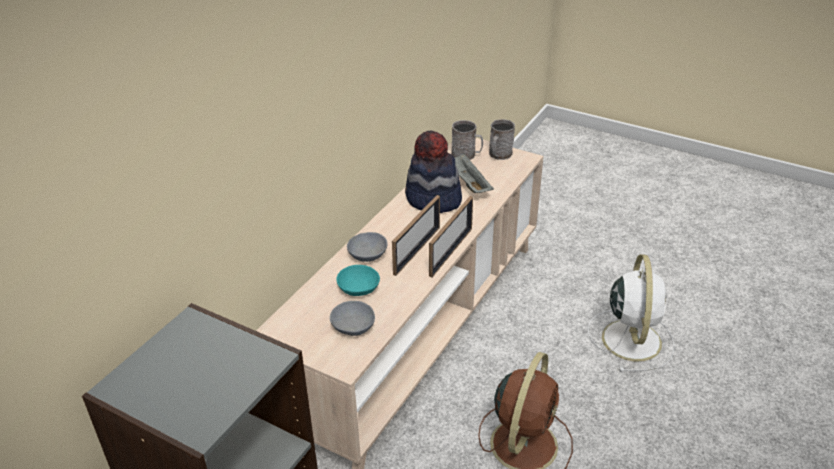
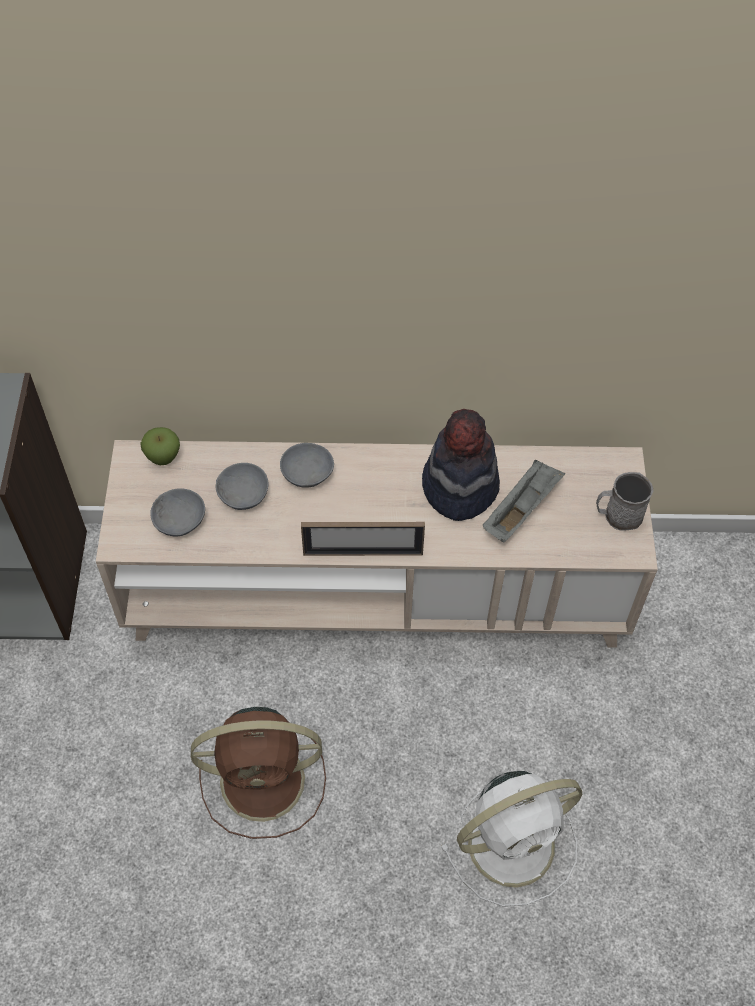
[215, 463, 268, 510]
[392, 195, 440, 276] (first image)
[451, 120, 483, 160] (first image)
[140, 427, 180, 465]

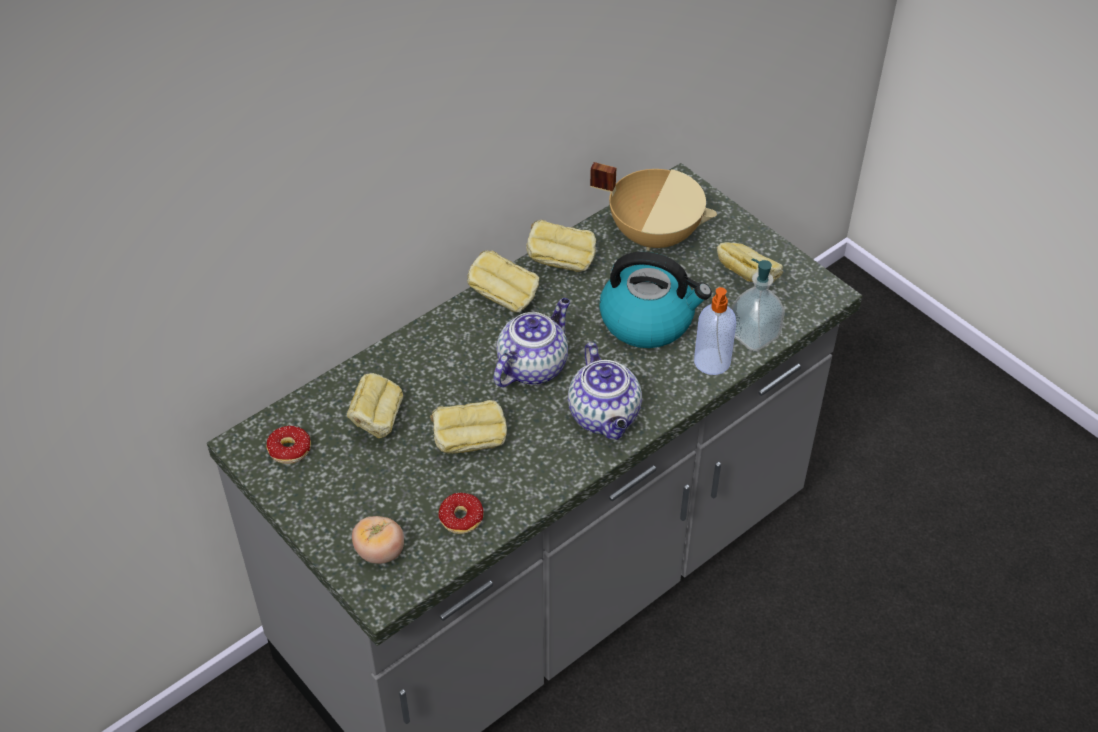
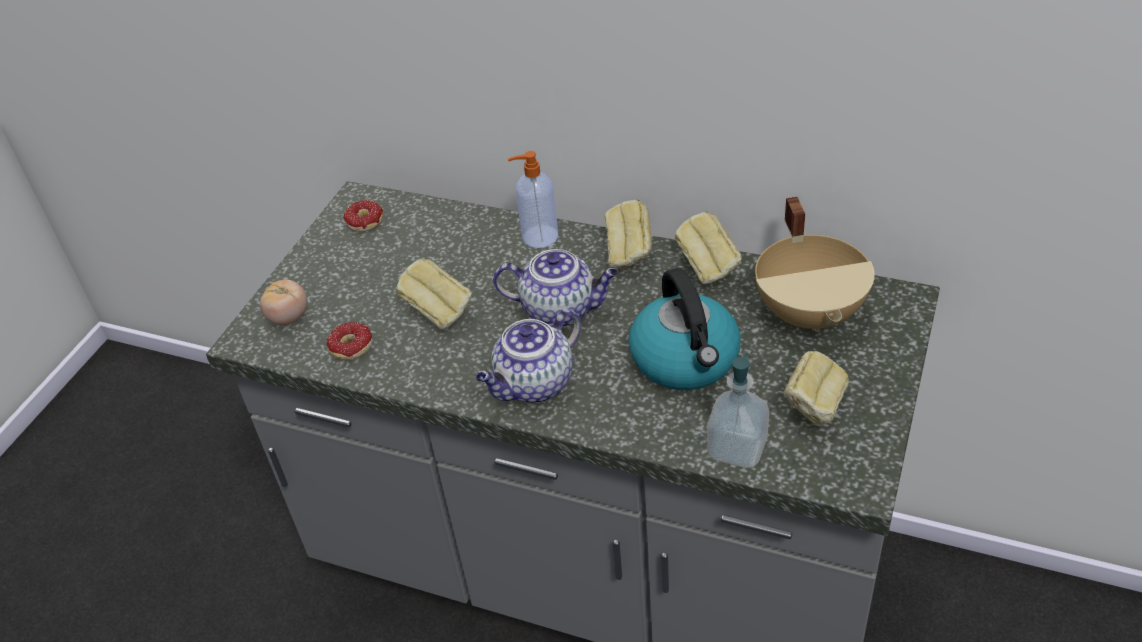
[347, 373, 403, 438] (first image)
[508, 151, 558, 248]

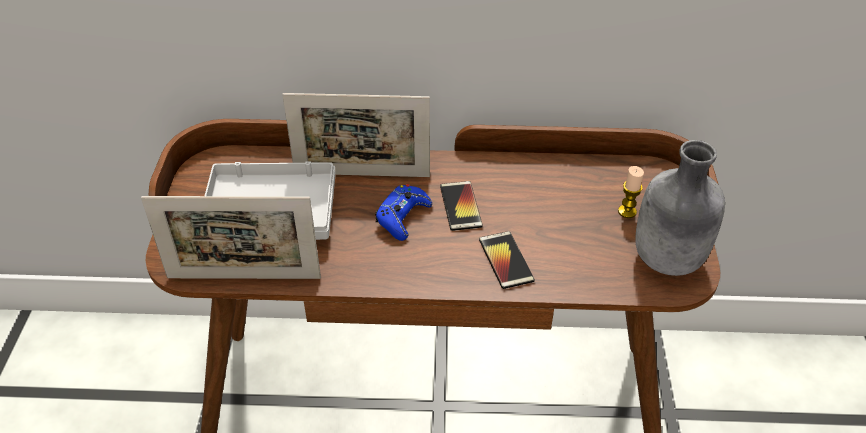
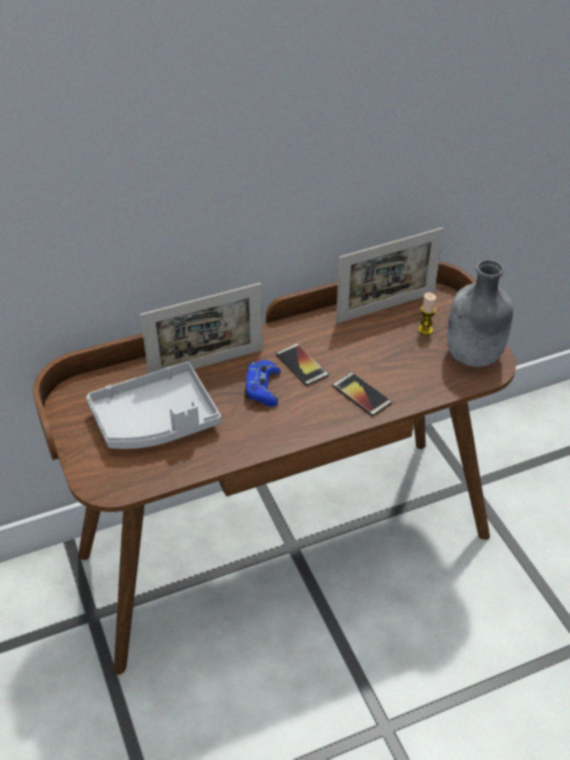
[336, 227, 444, 323]

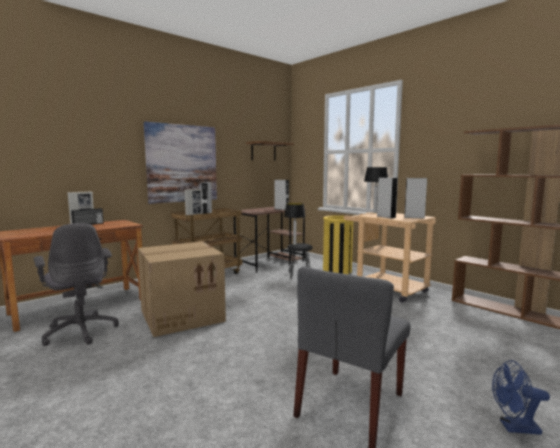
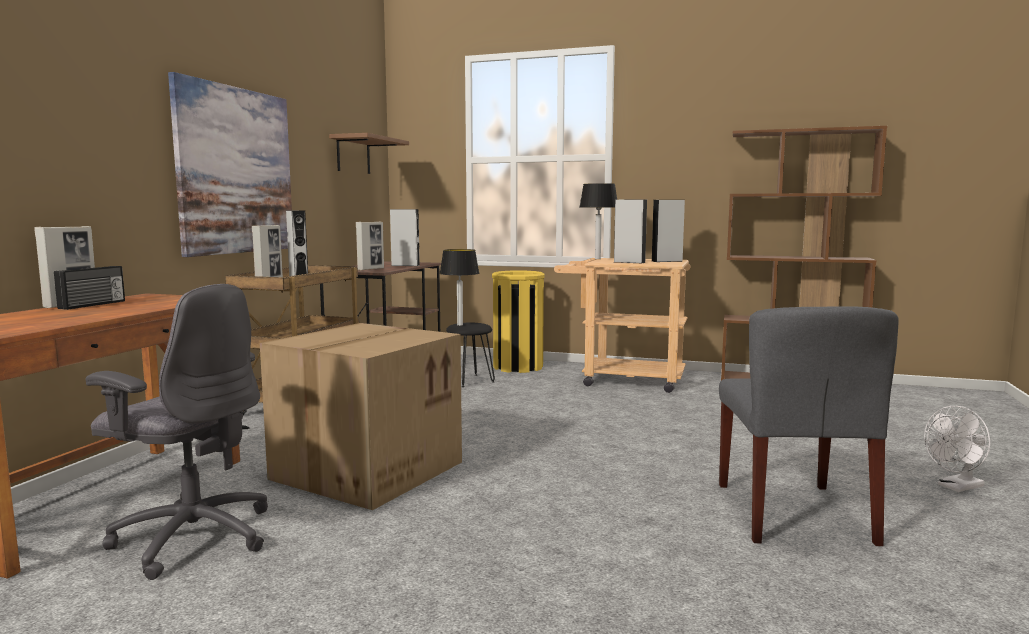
[924, 406, 991, 492]
[356, 222, 384, 270]

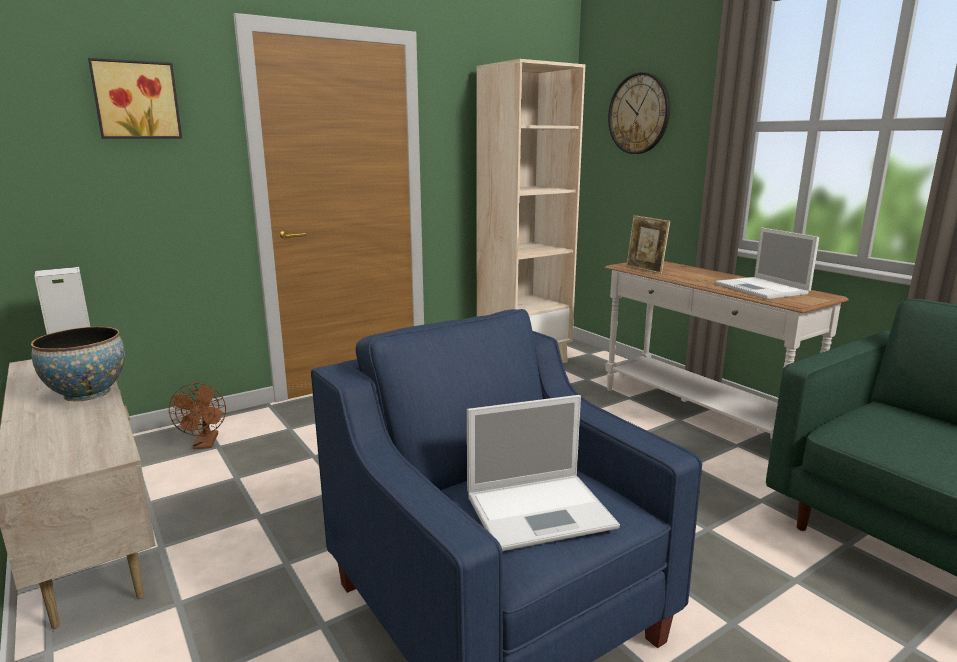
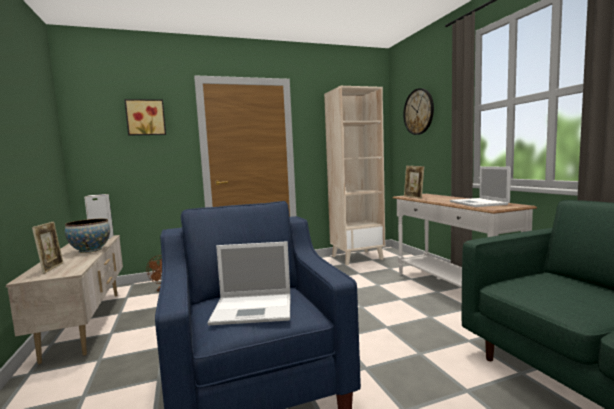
[32, 221, 63, 274]

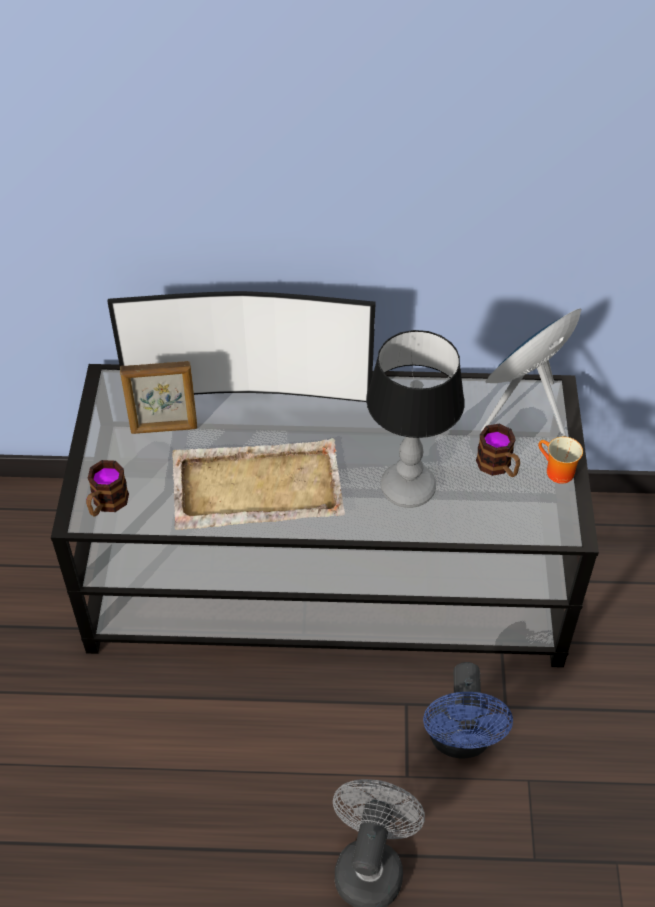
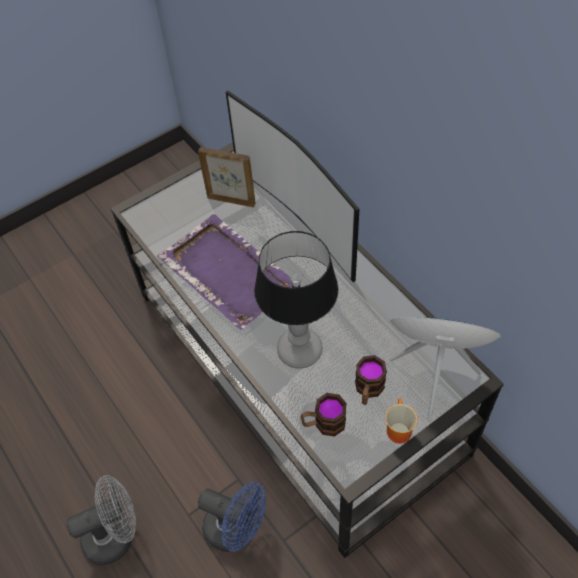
[301, 393, 347, 436]
[198, 147, 256, 207]
[157, 214, 292, 330]
[198, 482, 265, 552]

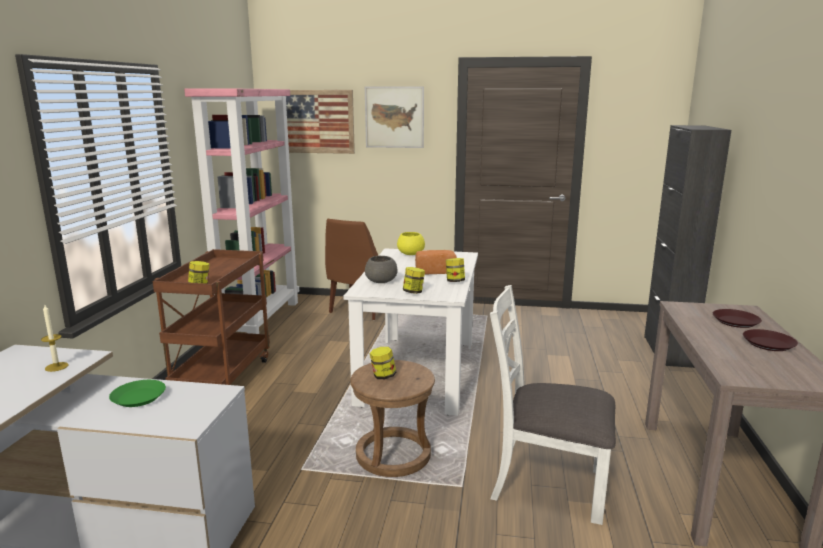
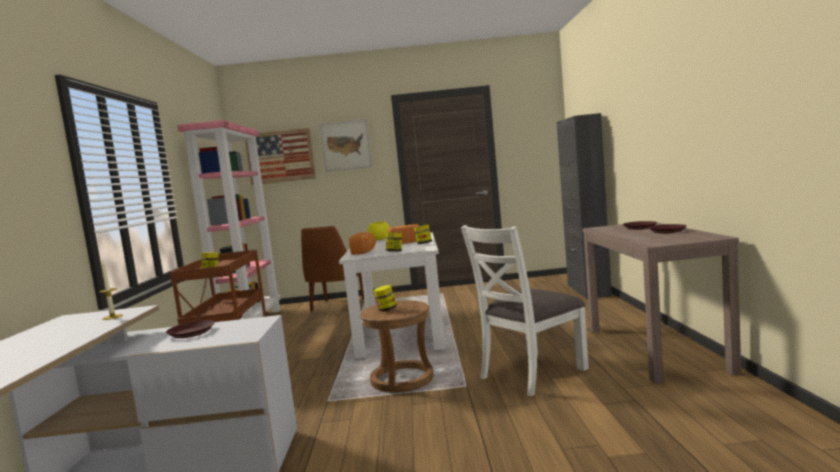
[166, 320, 215, 338]
[349, 232, 376, 255]
[461, 225, 589, 396]

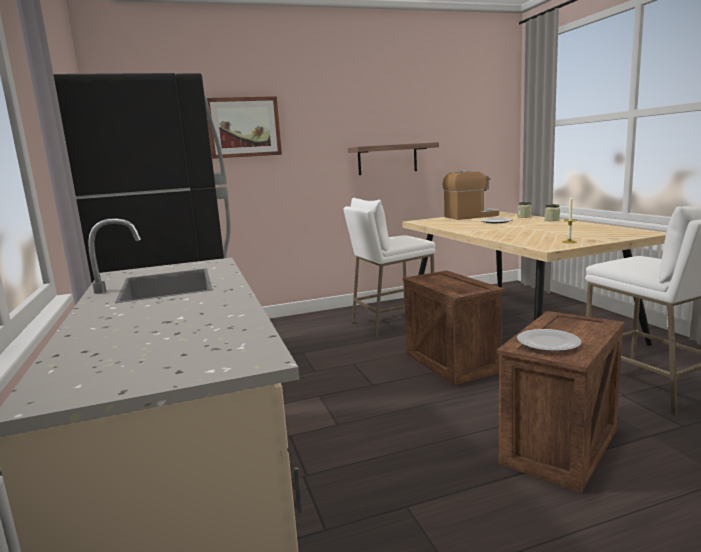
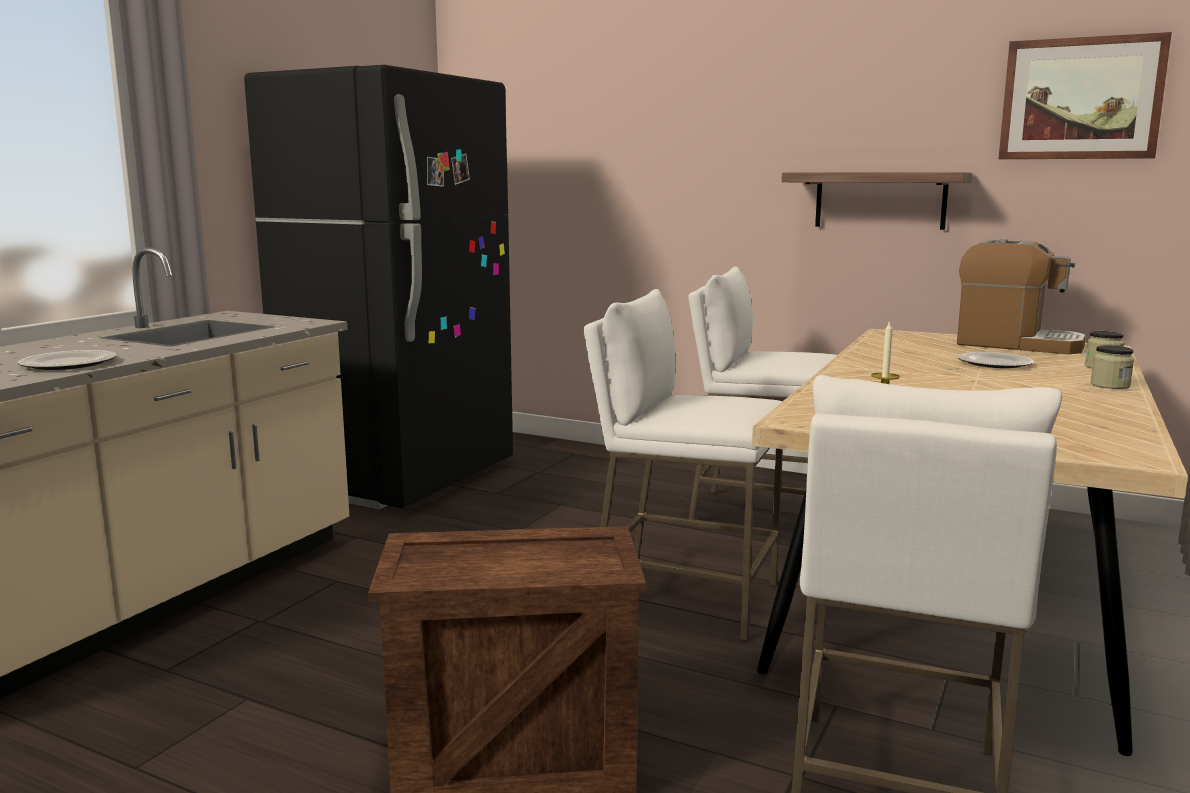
[999, 32, 1172, 159]
[584, 289, 783, 641]
[18, 350, 117, 370]

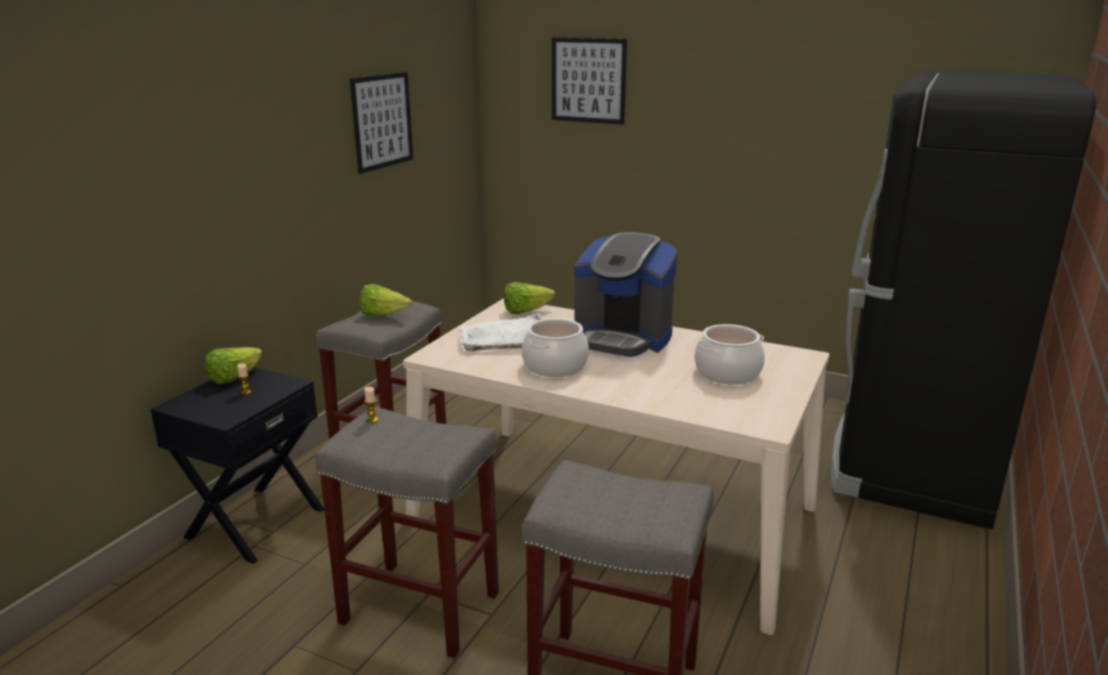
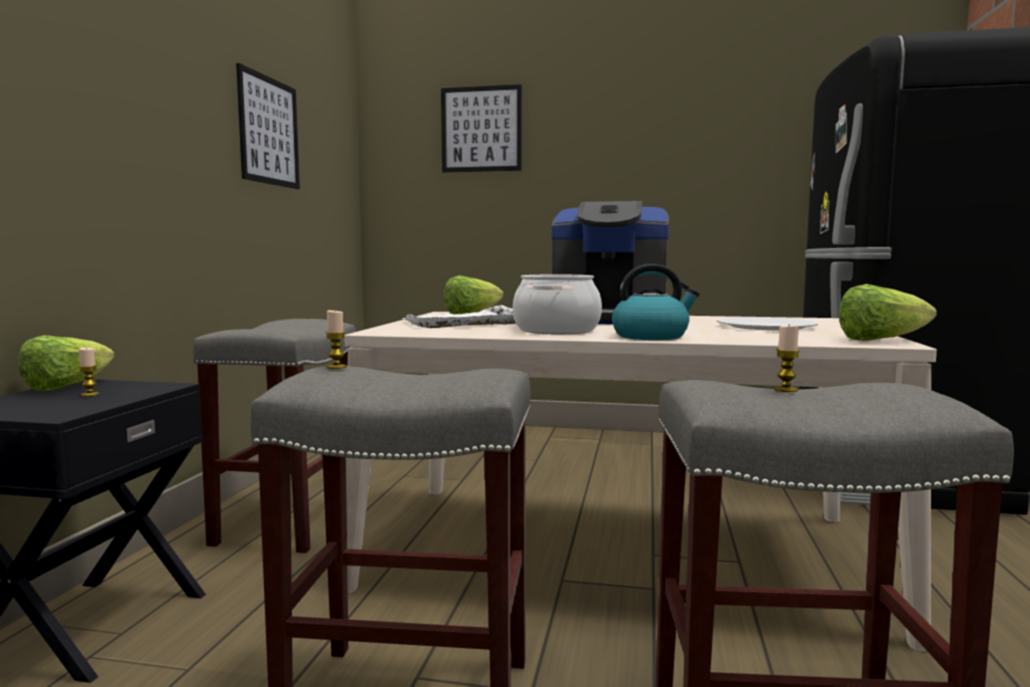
[839, 284, 937, 341]
[717, 317, 818, 331]
[612, 264, 700, 340]
[774, 325, 800, 392]

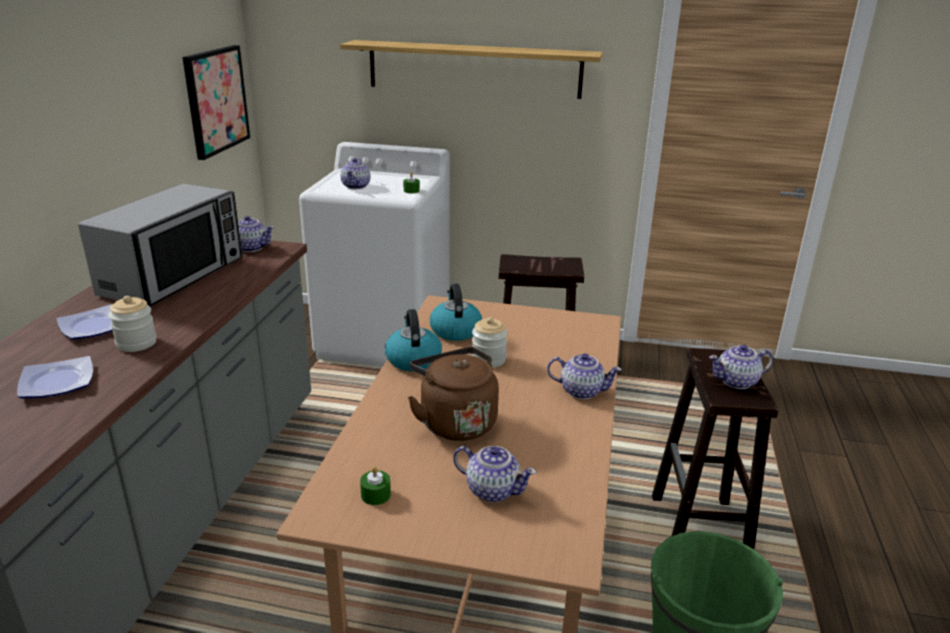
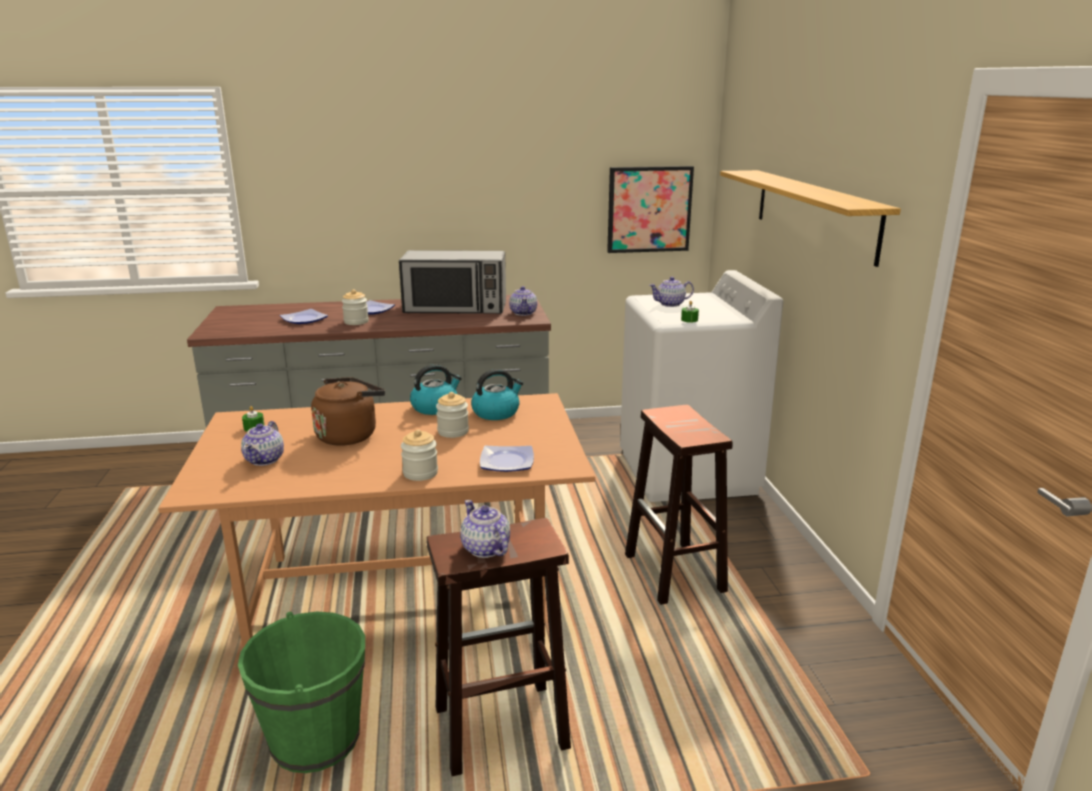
[401, 429, 438, 481]
[480, 446, 534, 472]

